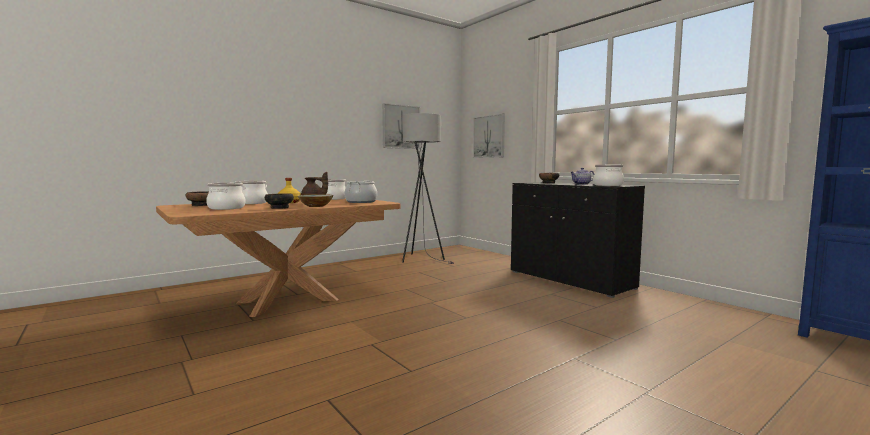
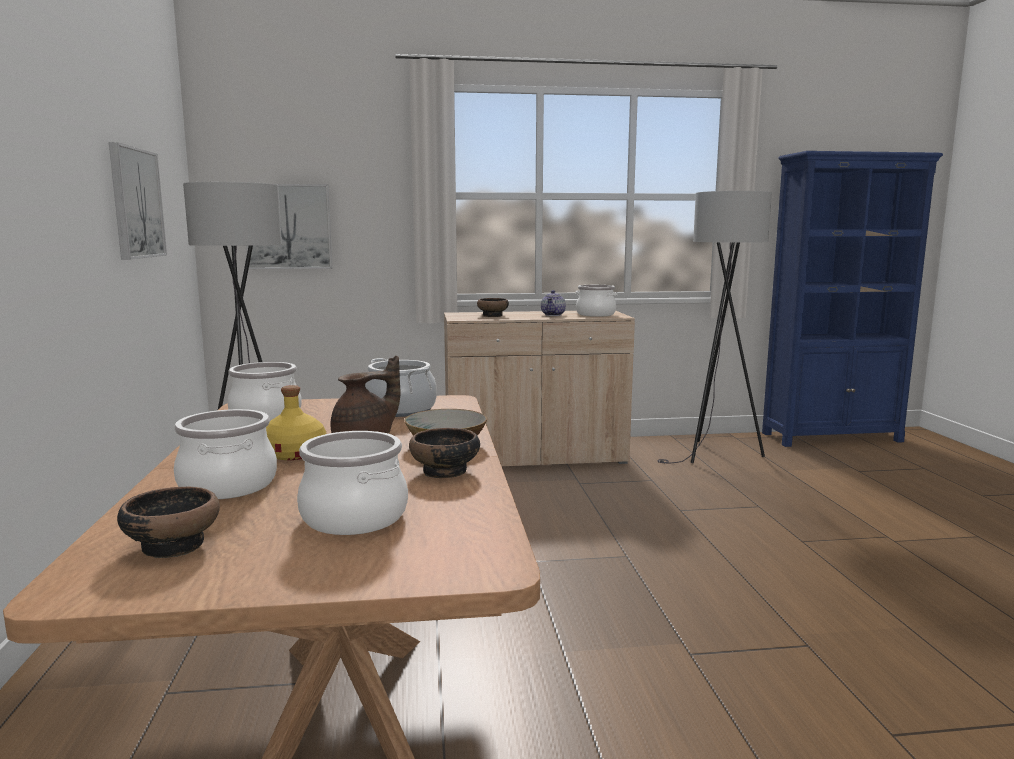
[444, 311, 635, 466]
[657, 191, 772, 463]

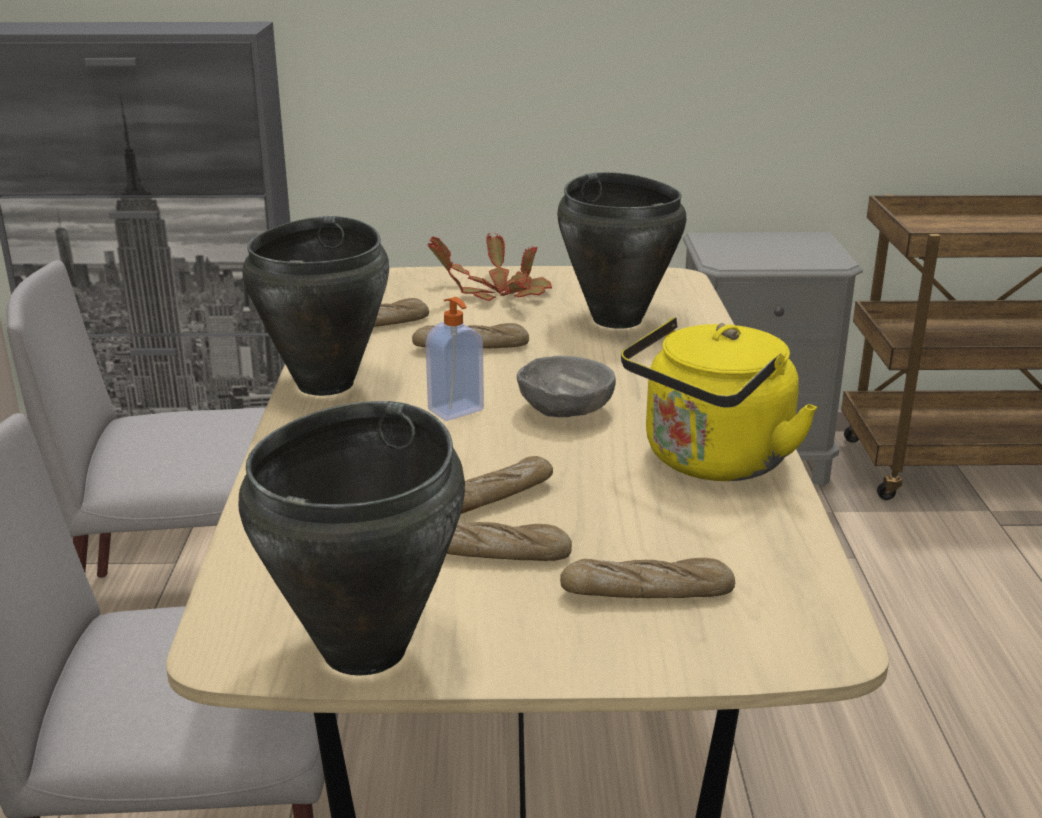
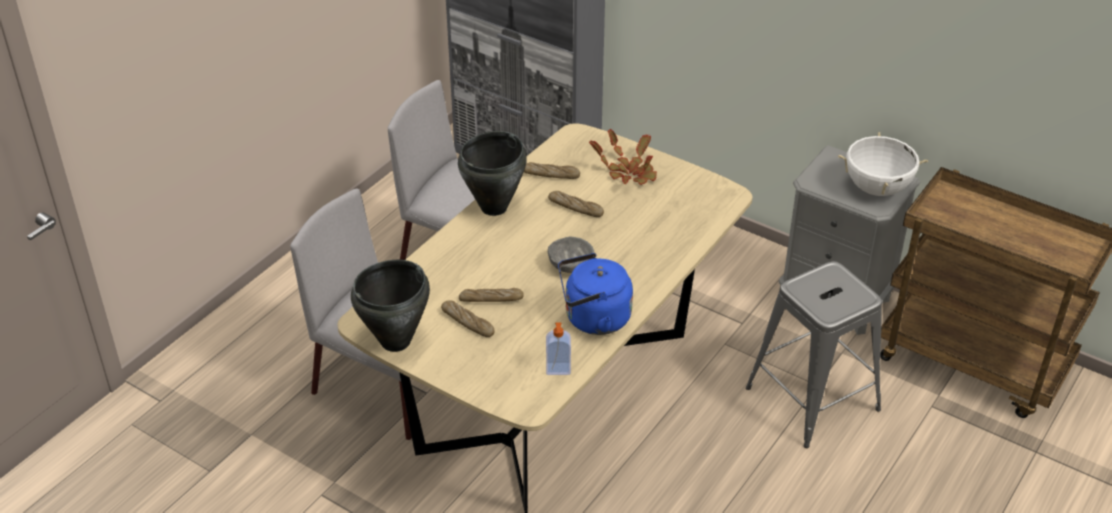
[546, 323, 571, 375]
[557, 172, 686, 328] (first image)
[560, 558, 735, 598] (first image)
[558, 253, 633, 335]
[746, 261, 882, 448]
[838, 132, 928, 196]

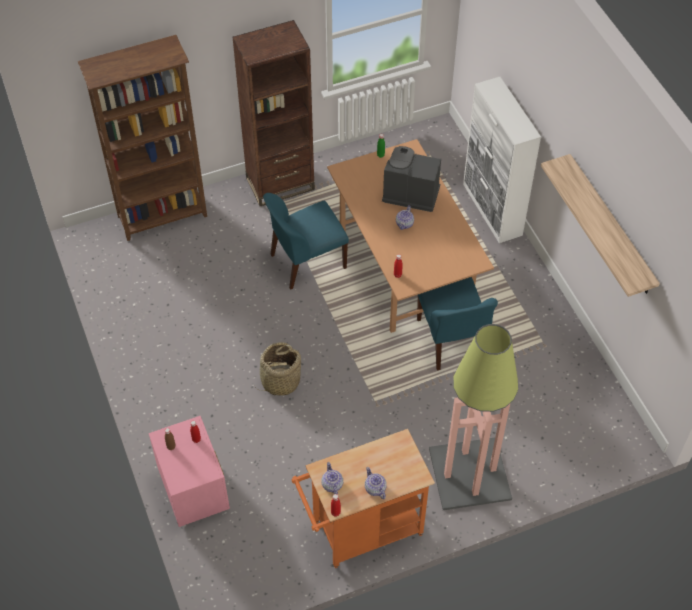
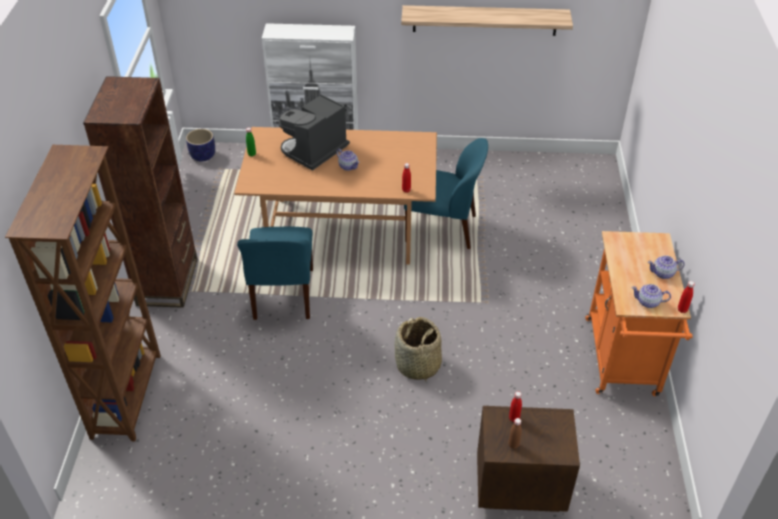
[477, 406, 580, 512]
[429, 324, 518, 510] (first image)
[186, 129, 215, 162]

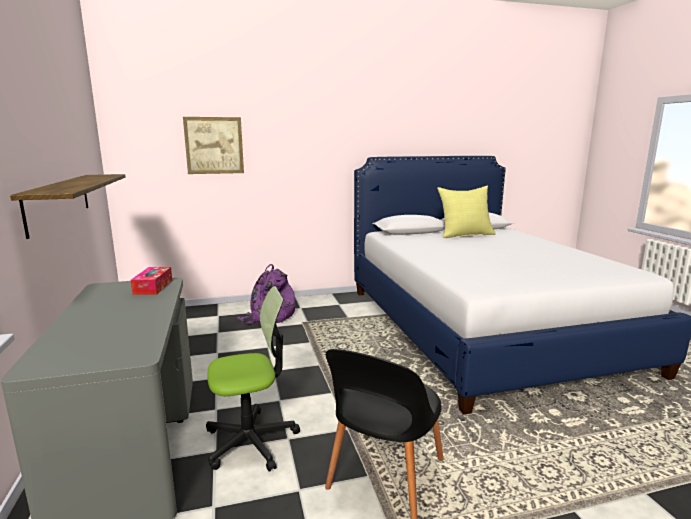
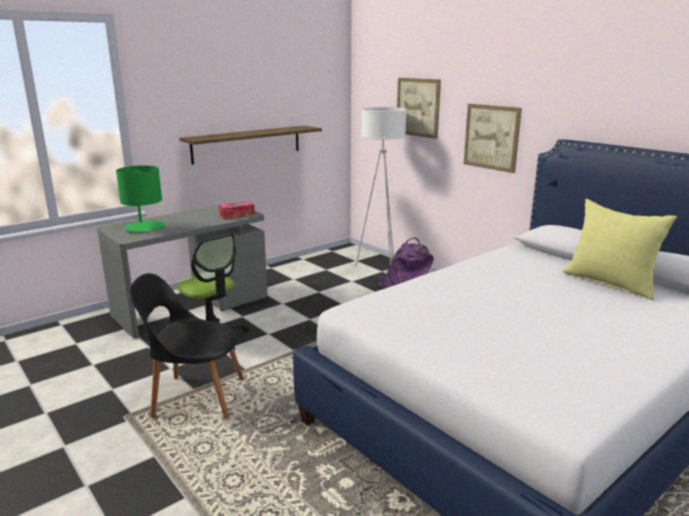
[116, 165, 165, 233]
[355, 107, 407, 266]
[464, 104, 522, 173]

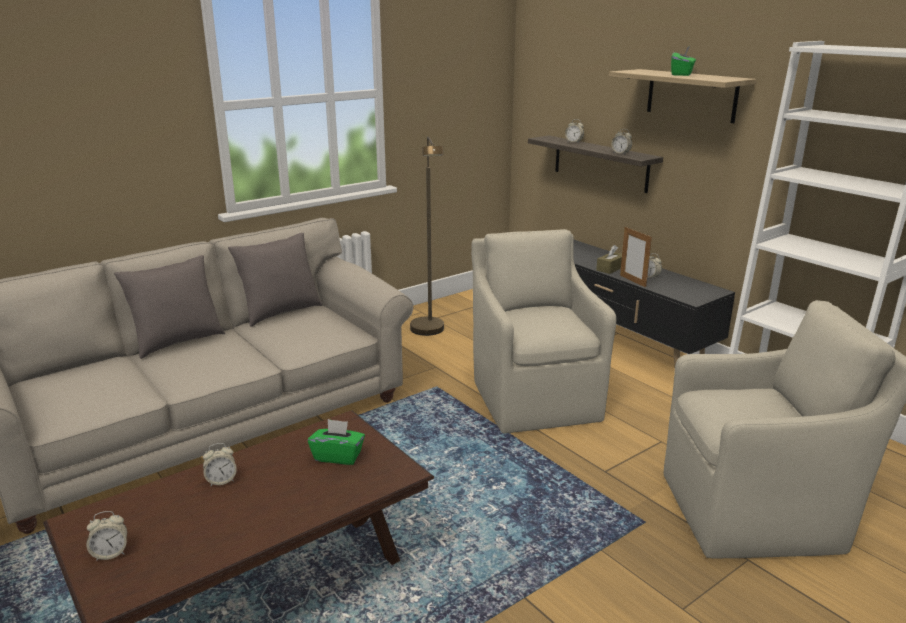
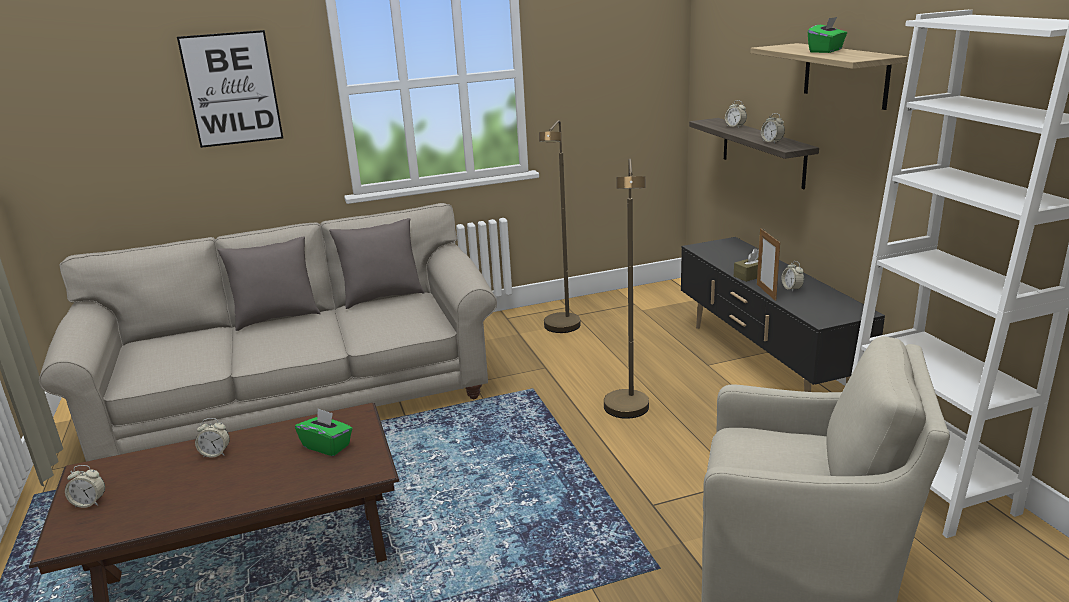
[604, 158, 649, 419]
[177, 30, 283, 148]

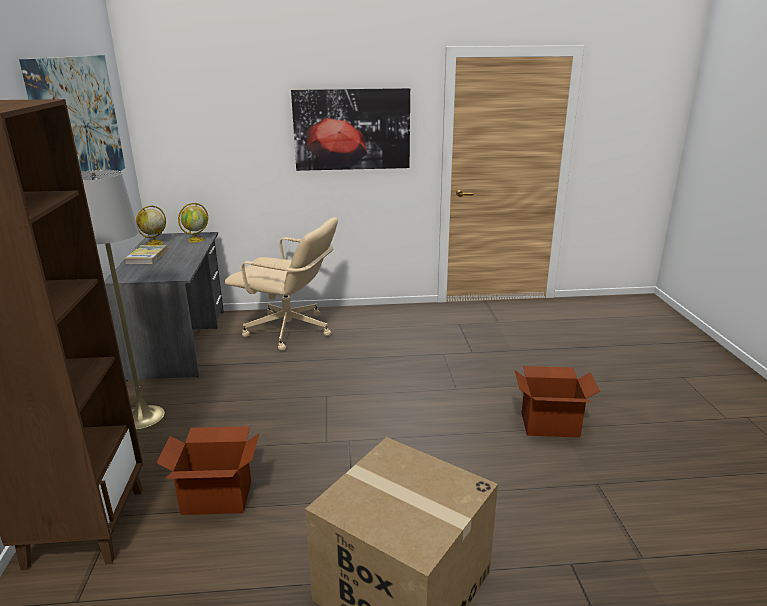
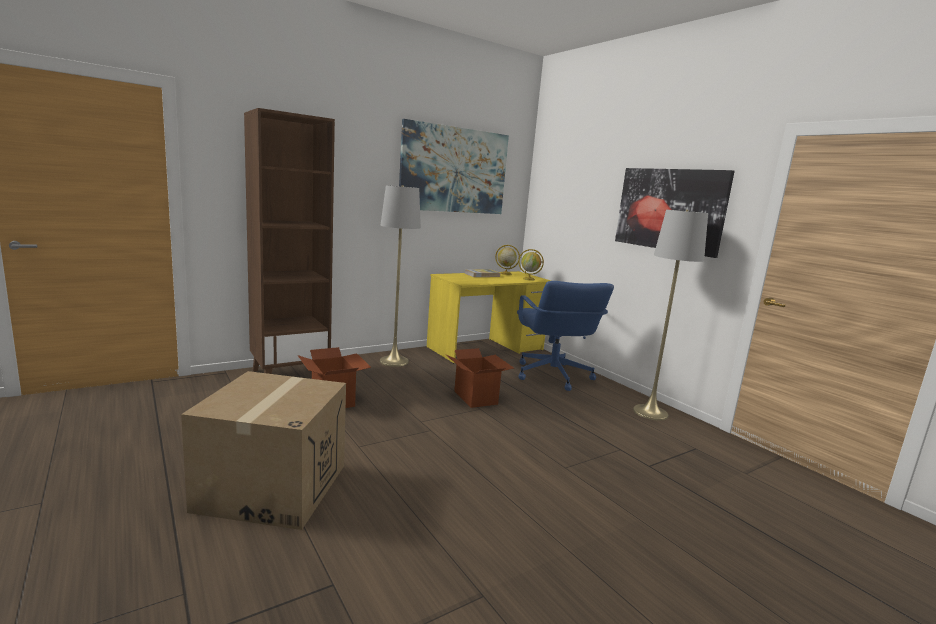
[427, 271, 551, 363]
[517, 281, 614, 391]
[445, 348, 514, 408]
[633, 210, 708, 421]

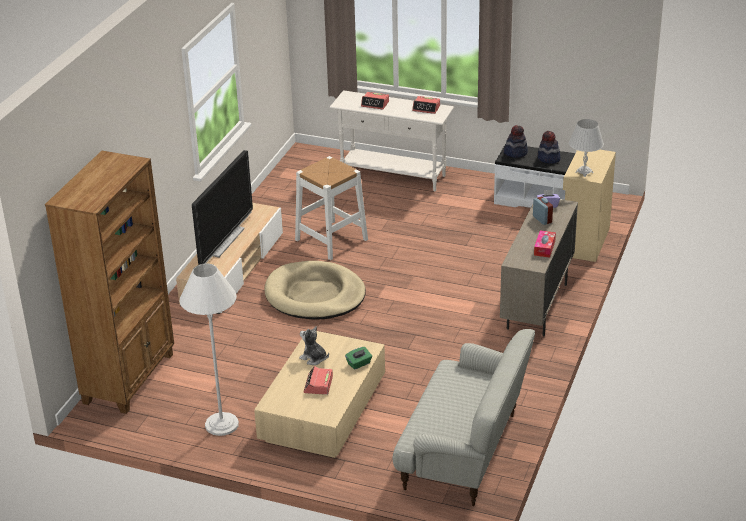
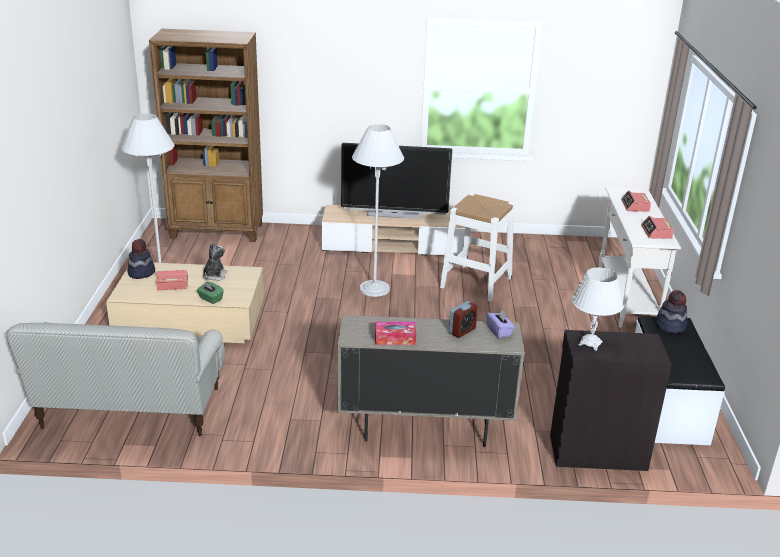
[352, 124, 404, 297]
[127, 239, 155, 279]
[550, 330, 672, 471]

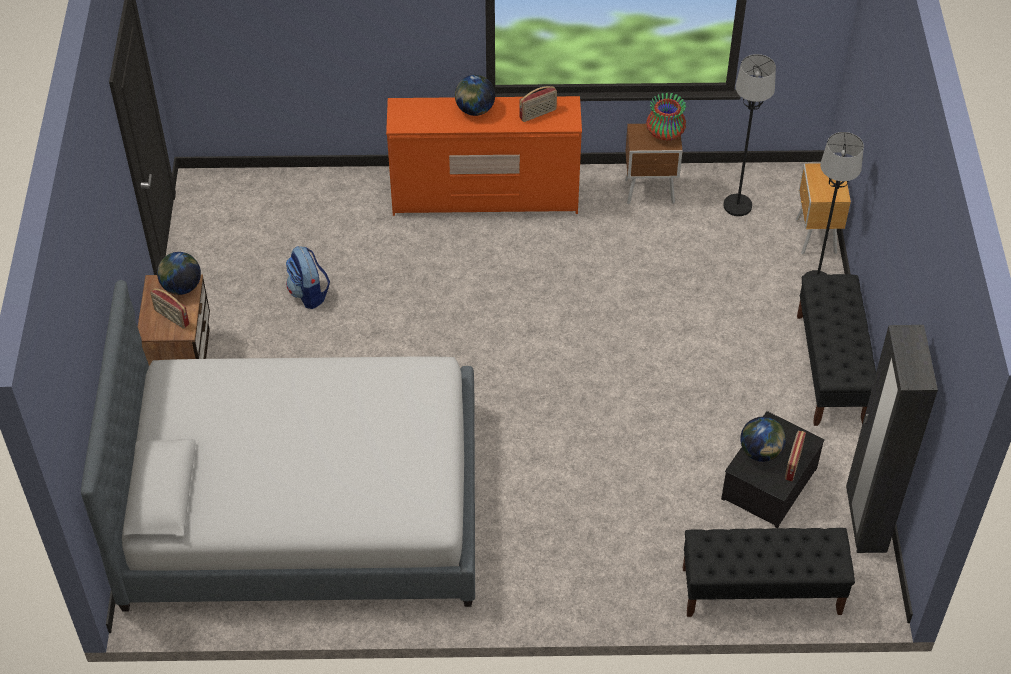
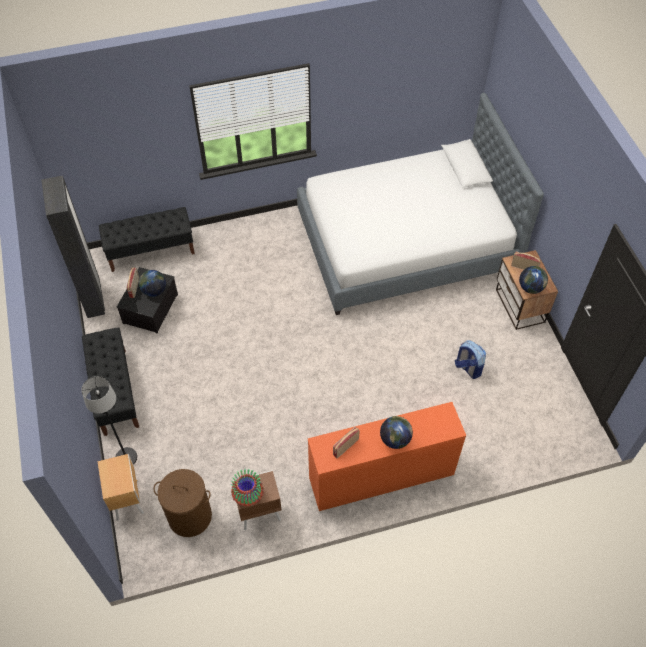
[153, 469, 212, 537]

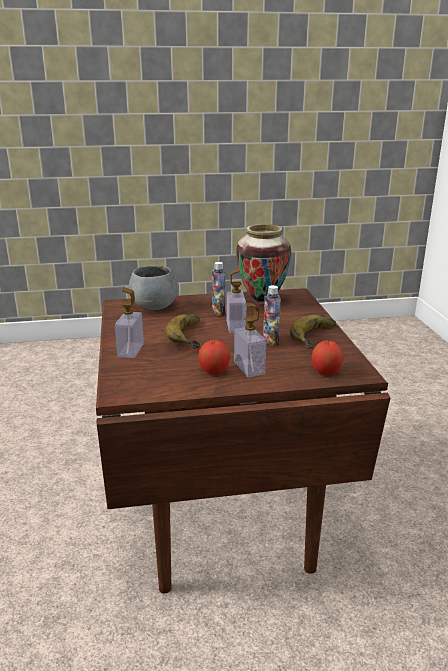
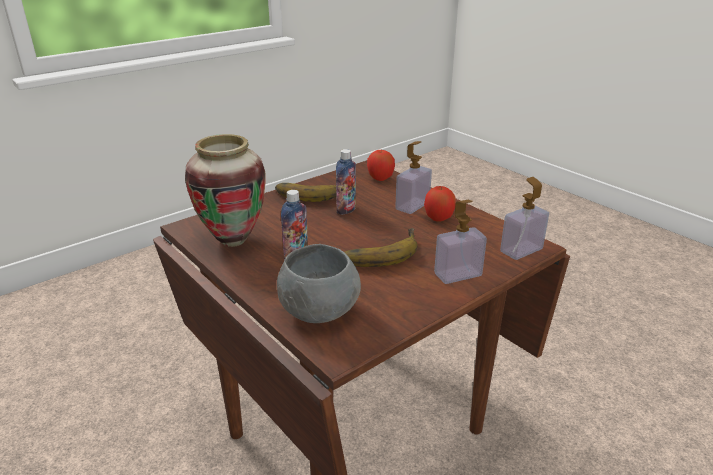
[500, 177, 549, 260]

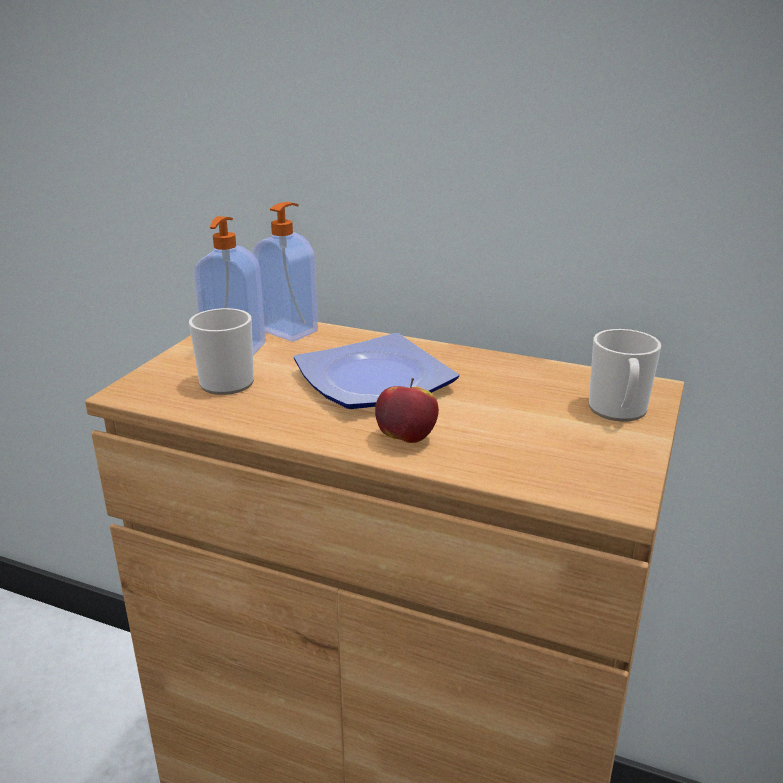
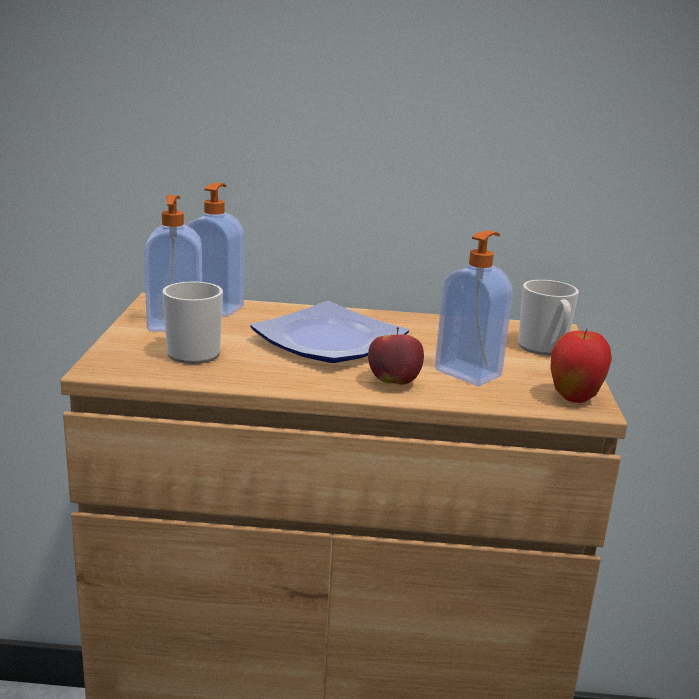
[435, 230, 513, 386]
[550, 329, 612, 403]

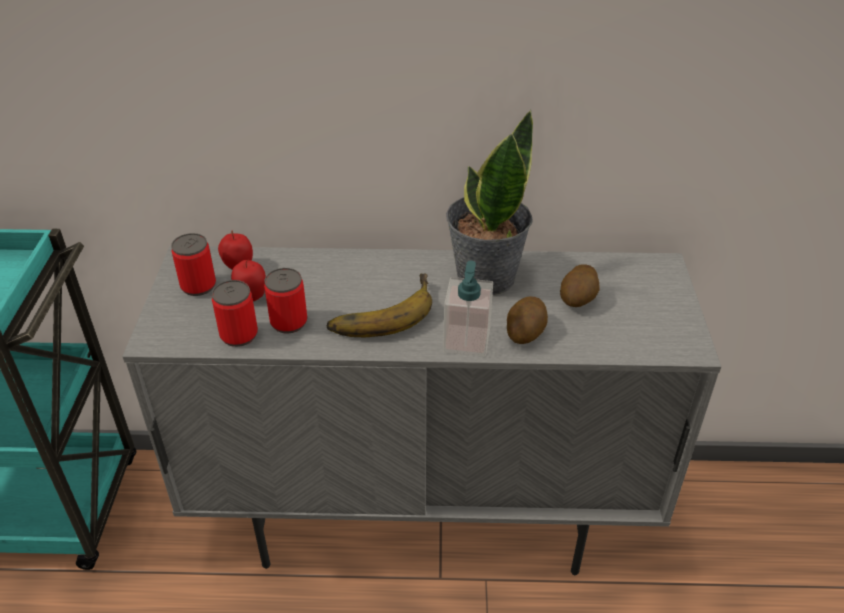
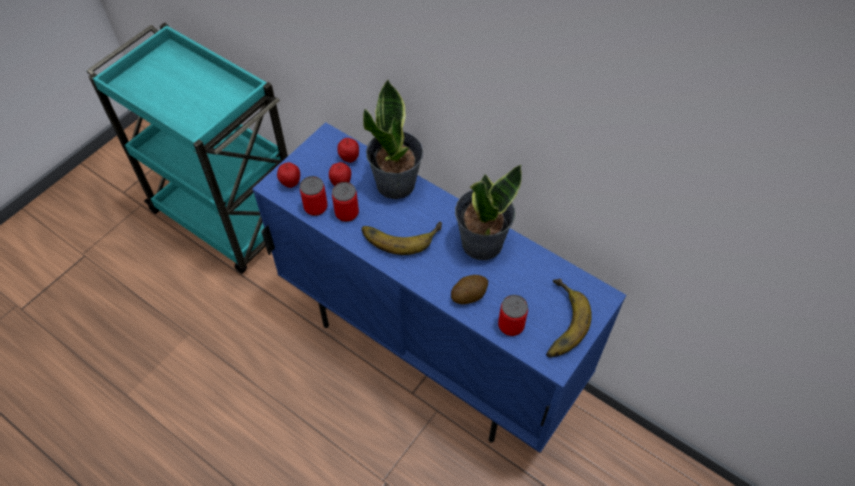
[252, 122, 626, 453]
[498, 295, 528, 336]
[443, 261, 493, 357] (first image)
[560, 264, 600, 307] (first image)
[277, 162, 300, 188]
[363, 79, 423, 199]
[546, 279, 592, 358]

